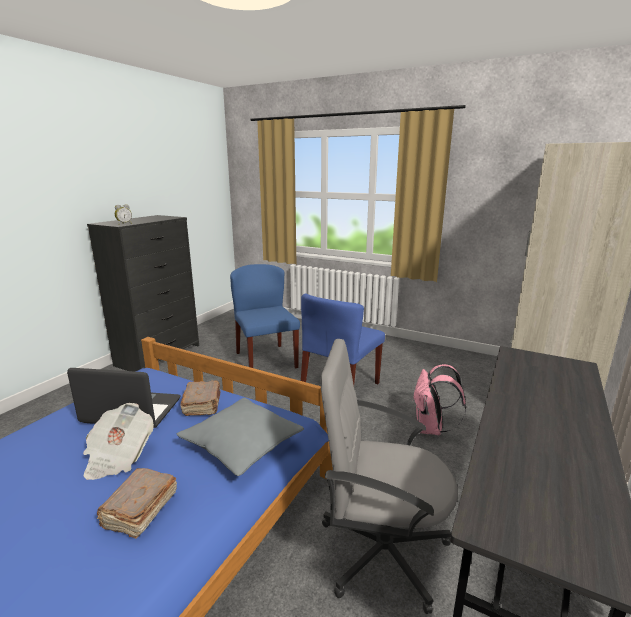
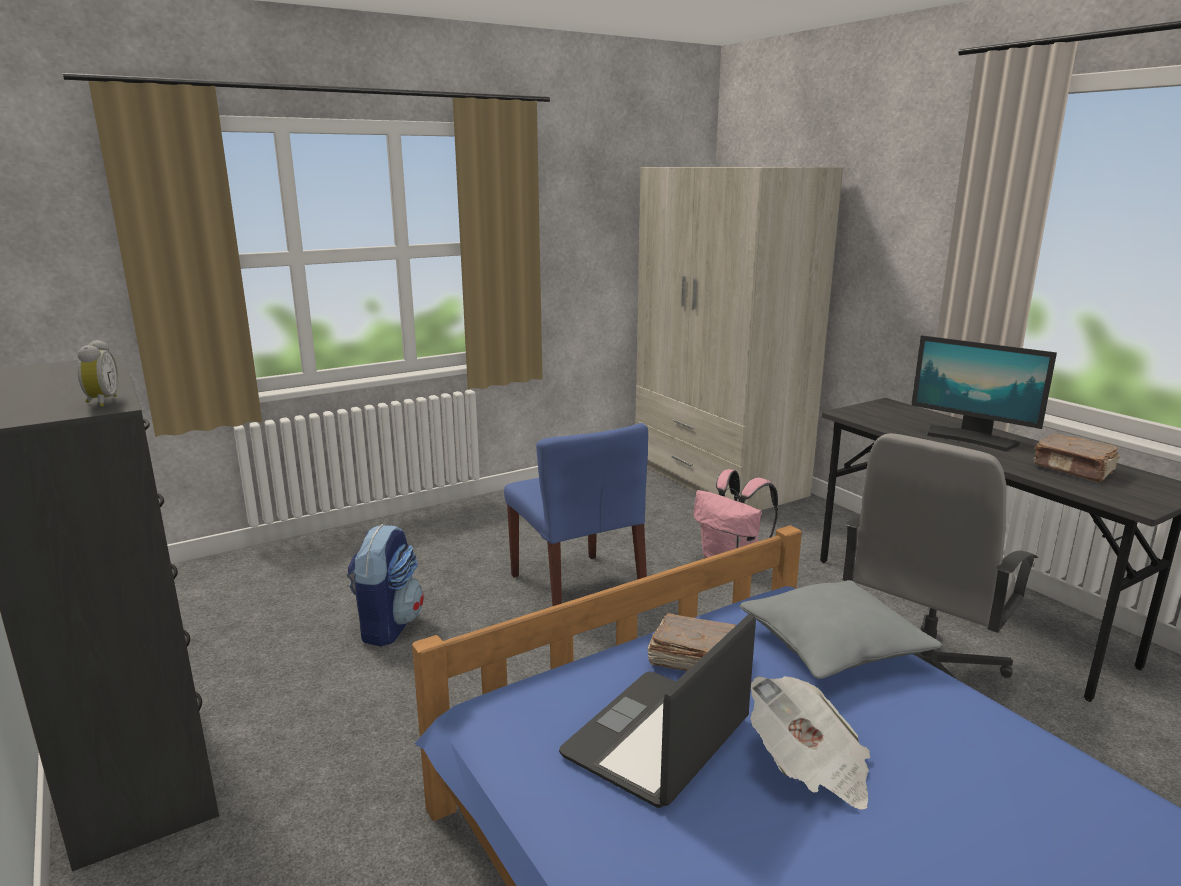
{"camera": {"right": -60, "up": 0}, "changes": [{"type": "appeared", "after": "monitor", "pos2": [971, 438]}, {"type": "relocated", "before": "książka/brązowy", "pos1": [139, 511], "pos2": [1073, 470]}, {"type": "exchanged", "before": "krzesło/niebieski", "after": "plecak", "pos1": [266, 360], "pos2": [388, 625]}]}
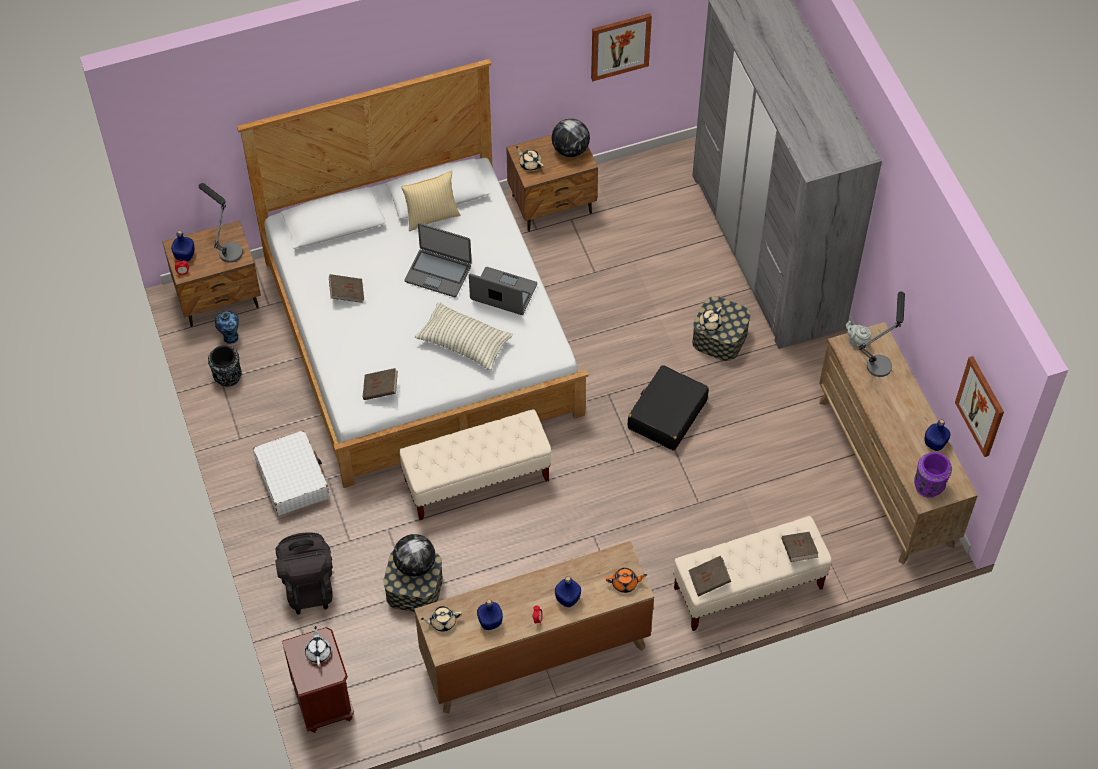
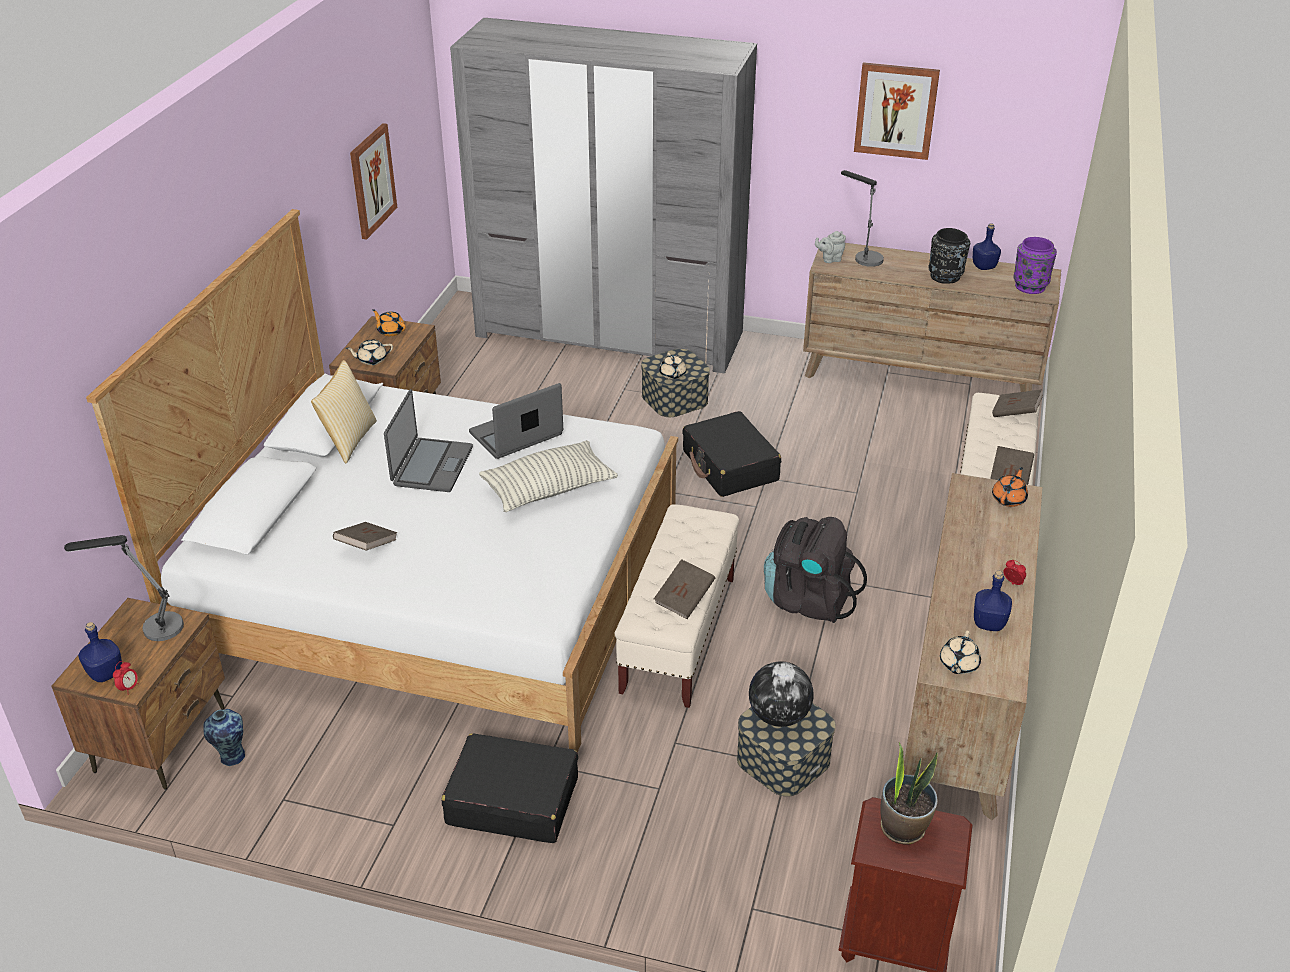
{"camera": {"right": -55, "up": -20}, "changes": [{"type": "missing", "before": "butelka/niebieski", "pos1": [567, 598]}, {"type": "relocated", "before": "wazon/czarny", "pos1": [227, 377], "pos2": [945, 277]}, {"type": "relocated", "before": "plecak/czarny", "pos1": [308, 584], "pos2": [808, 600]}, {"type": "relocated", "before": "książka/brązowy", "pos1": [380, 389], "pos2": [684, 599]}, {"type": "relocated", "before": "obraz", "pos1": [981, 406], "pos2": [896, 110]}, {"type": "exchanged", "before": "imbryk/biały", "after": "roślina doniczkowa", "pos1": [318, 652], "pos2": [903, 827]}, {"type": "exchanged", "before": "globus", "after": "imbryk/pomarańczowy", "pos1": [570, 149], "pos2": [390, 331]}, {"type": "colour", "before": "walizka/biały", "after": "walizka/czarny", "pos1": [292, 479], "pos2": [512, 800]}, {"type": "spun", "before": "laptop", "pos1": [438, 273], "pos2": [431, 466], "turn": -45}]}
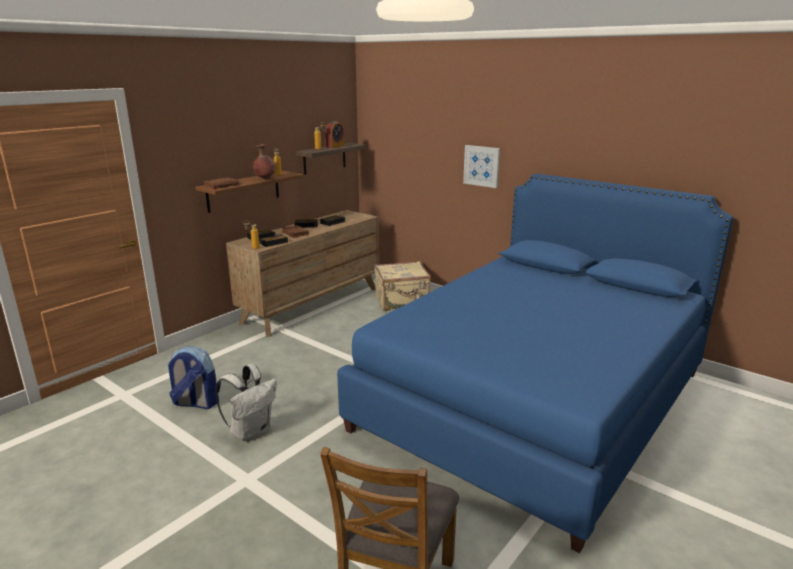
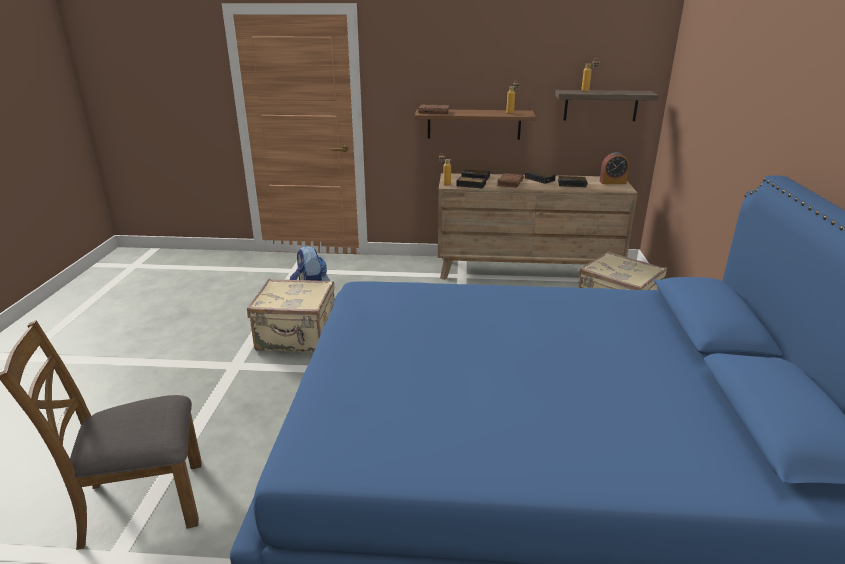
{"camera": {"right": 55, "up": 5}, "changes": [{"type": "missing", "before": "wazon/brązowy", "pos1": [265, 179]}, {"type": "missing", "before": "obraz", "pos1": [482, 166]}, {"type": "relocated", "before": "budzik", "pos1": [335, 146], "pos2": [612, 182]}, {"type": "exchanged", "before": "plecak/biały", "after": "walizka/beżowy", "pos1": [251, 431], "pos2": [297, 338]}]}
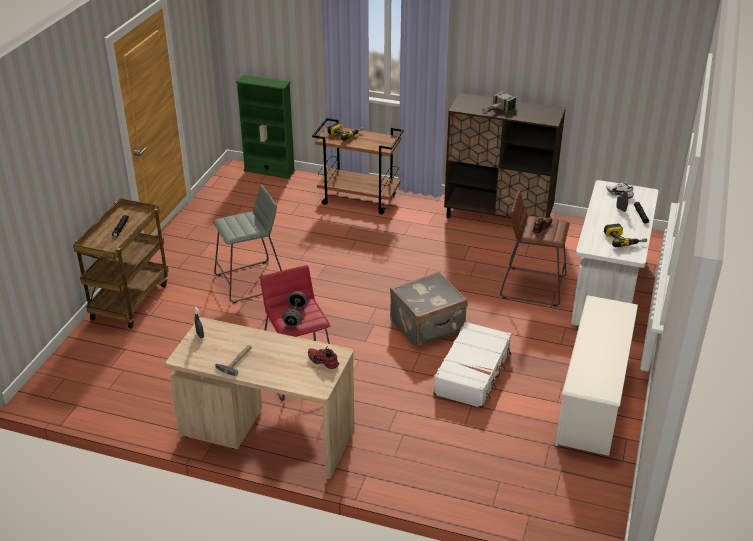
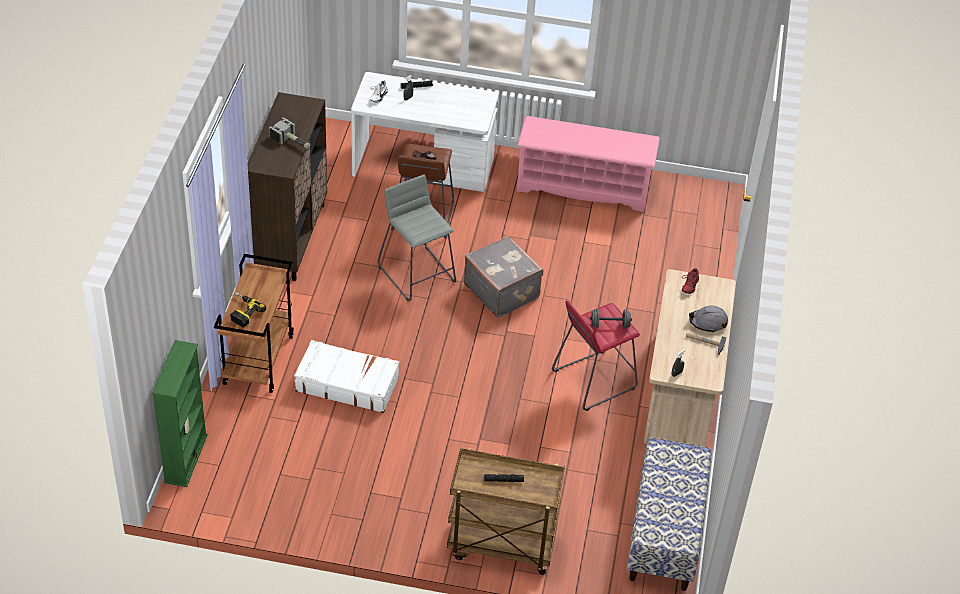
{"camera": {"right": -100, "up": 10}, "changes": [{"type": "missing", "before": "wiertarka", "pos1": [624, 240]}, {"type": "appeared", "after": "ławka", "pos2": [665, 534]}, {"type": "appeared", "after": "kask/szary", "pos2": [708, 322]}, {"type": "relocated", "before": "stołek/szary", "pos1": [250, 282], "pos2": [417, 273]}, {"type": "relocated", "before": "walizka/biały", "pos1": [473, 373], "pos2": [347, 383]}, {"type": "colour", "before": "regał na buty/biały", "after": "regał na buty/różowy", "pos1": [592, 400], "pos2": [583, 187]}]}
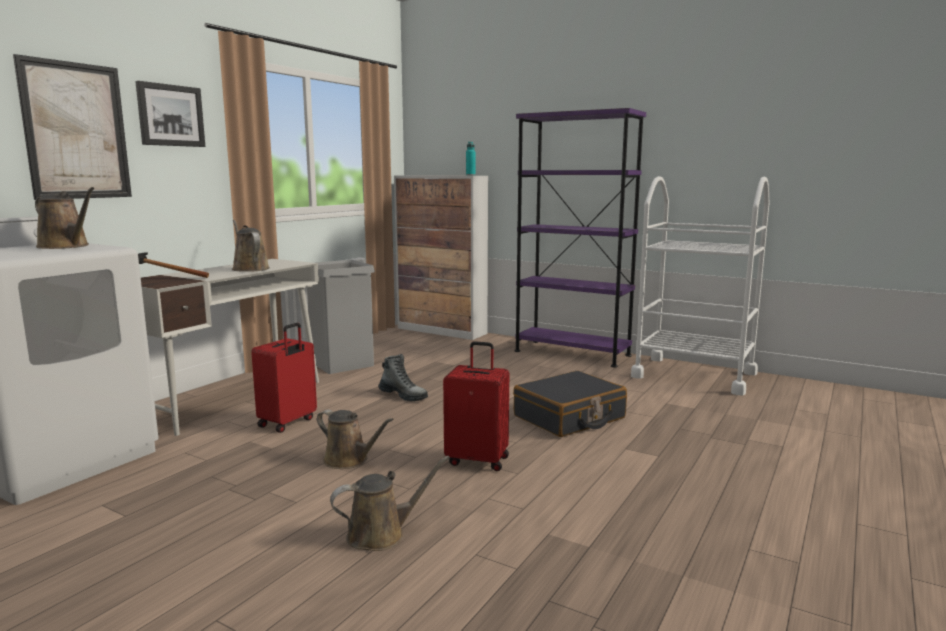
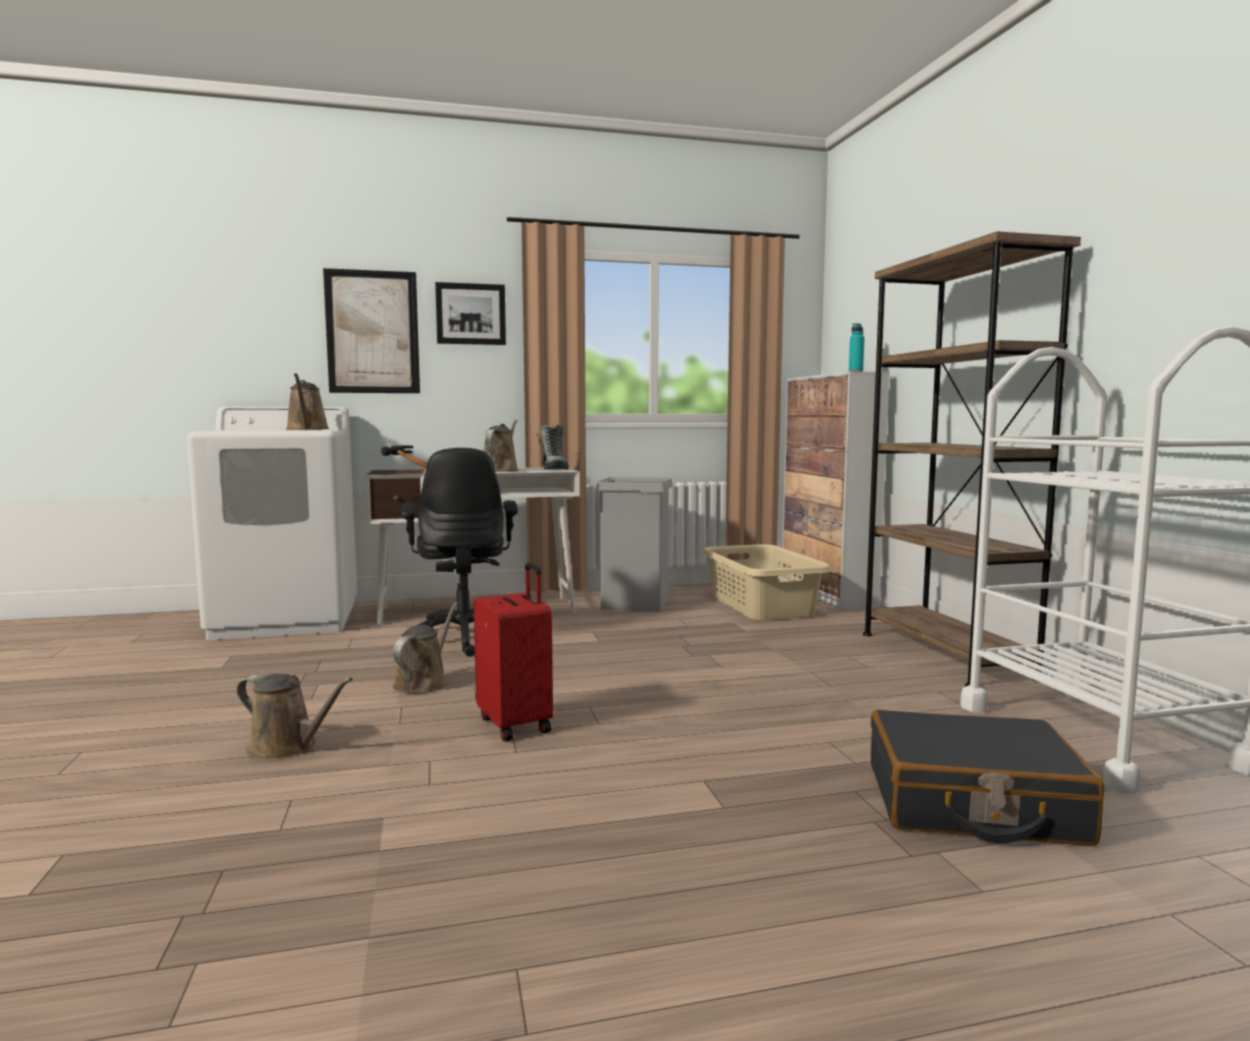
{"camera": {"right": 45, "up": -5}, "changes": [{"type": "appeared", "after": "kosz na pranie/beżowy", "pos2": [761, 606]}, {"type": "relocated", "before": "but z cholewką", "pos1": [403, 395], "pos2": [554, 469]}, {"type": "relocated", "before": "walizka/czarny", "pos1": [569, 417], "pos2": [972, 804]}, {"type": "exchanged", "before": "walizka/czerwony", "after": "krzesło biurowe/czarny", "pos1": [288, 423], "pos2": [464, 639]}, {"type": "colour", "before": "regał/fioletowy", "after": "regał/brązowy", "pos1": [572, 353], "pos2": [944, 655]}, {"type": "spun", "before": "konewka/brązowy", "pos1": [349, 460], "pos2": [423, 683], "turn": -150}]}
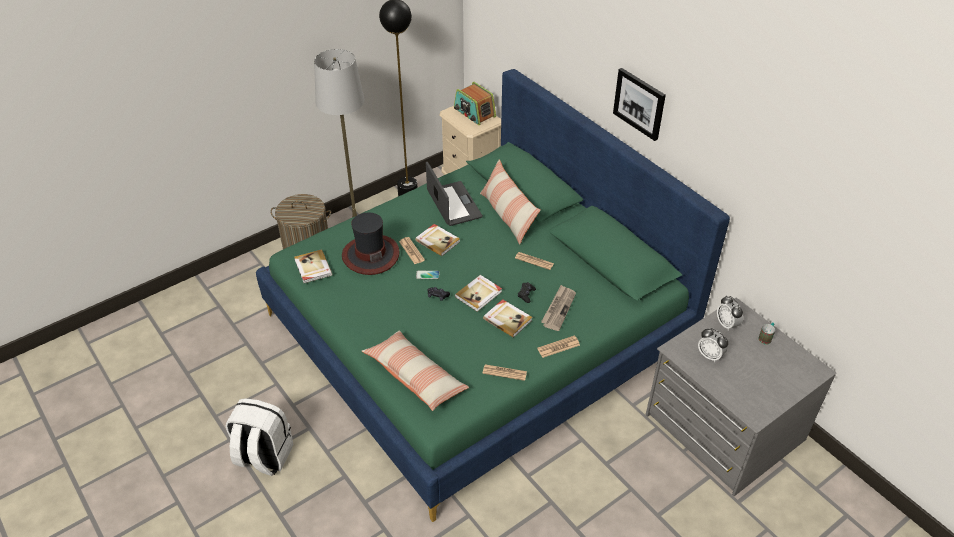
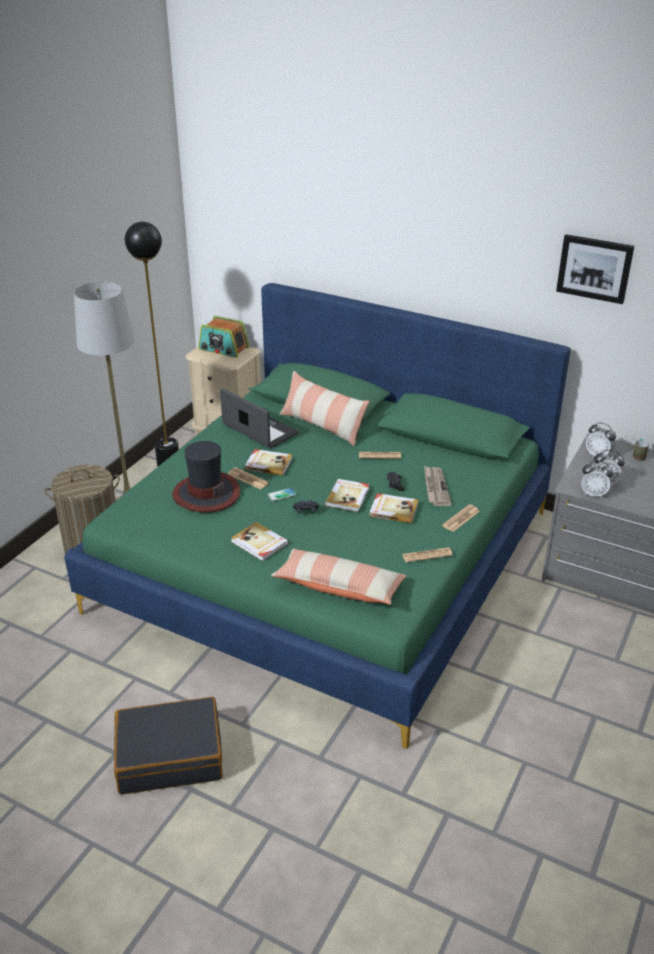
{"camera": {"right": -25, "up": -10}, "changes": [{"type": "appeared", "after": "budzik", "pos2": [593, 494]}, {"type": "relocated", "before": "książka", "pos1": [312, 268], "pos2": [259, 543]}, {"type": "relocated", "before": "obraz", "pos1": [639, 103], "pos2": [594, 268]}, {"type": "exchanged", "before": "plecak/biały", "after": "walizka/czarny", "pos1": [263, 456], "pos2": [170, 756]}]}
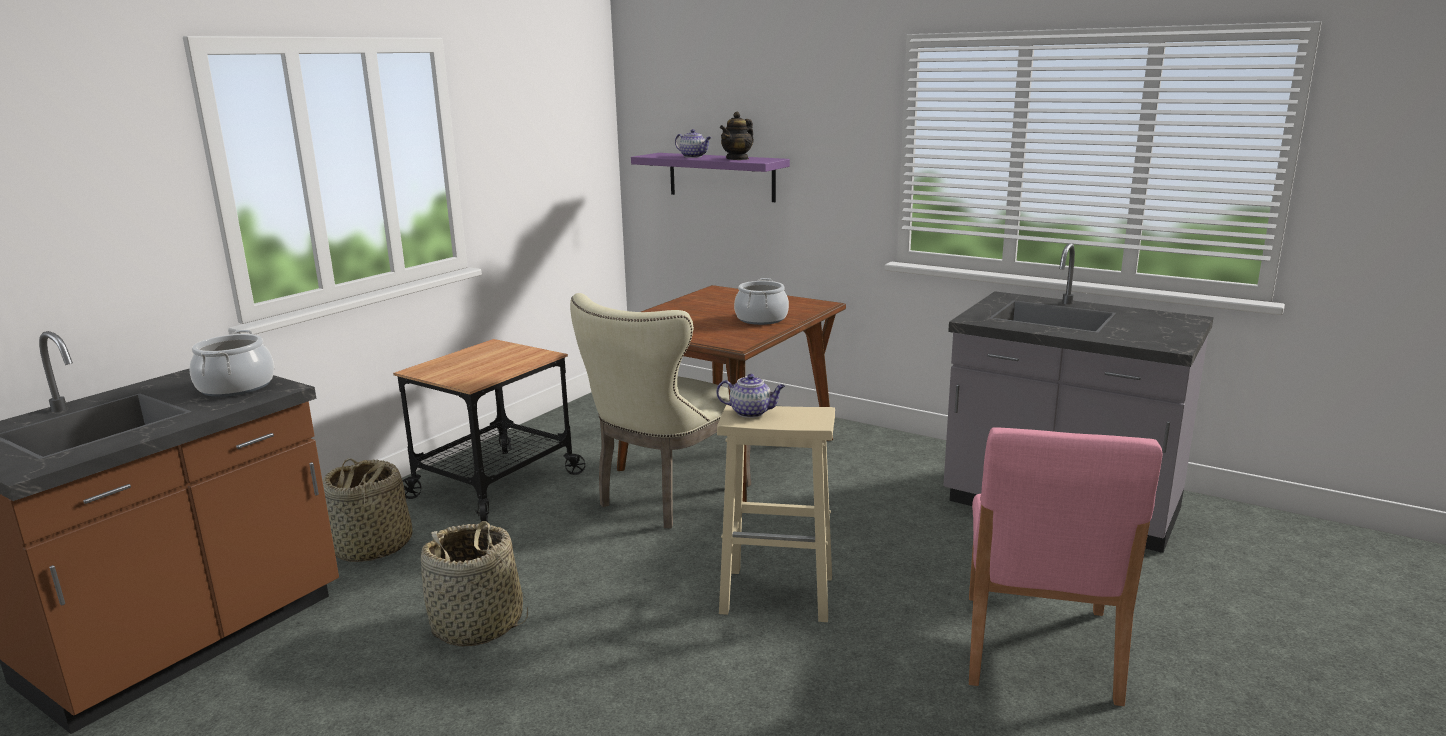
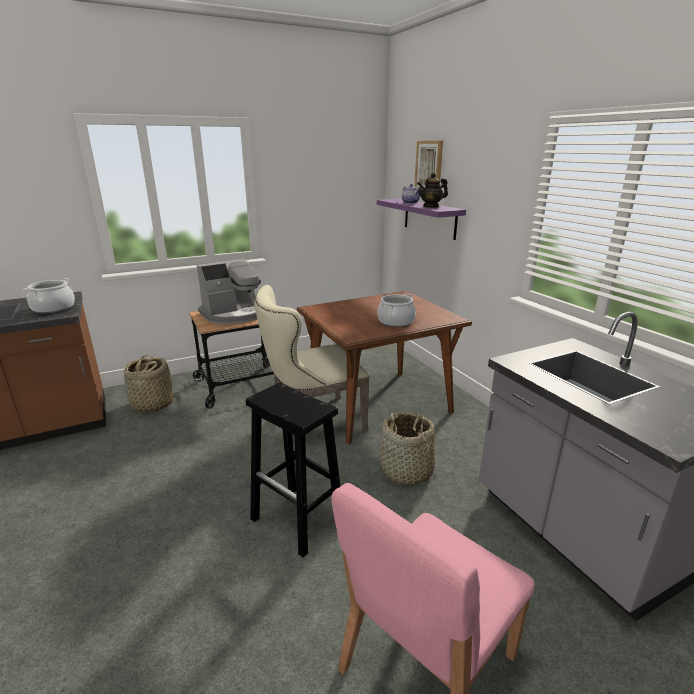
{"camera": {"right": 30, "up": 5}, "changes": [{"type": "missing", "before": "imbryk", "pos1": [751, 412]}, {"type": "appeared", "after": "ekspres do kawy", "pos2": [233, 315]}, {"type": "appeared", "after": "obraz", "pos2": [429, 166]}, {"type": "relocated", "before": "koszyk", "pos1": [478, 625], "pos2": [406, 471]}, {"type": "colour", "before": "stołek/beżowy", "after": "stołek/czarny", "pos1": [779, 594], "pos2": [298, 520]}]}
